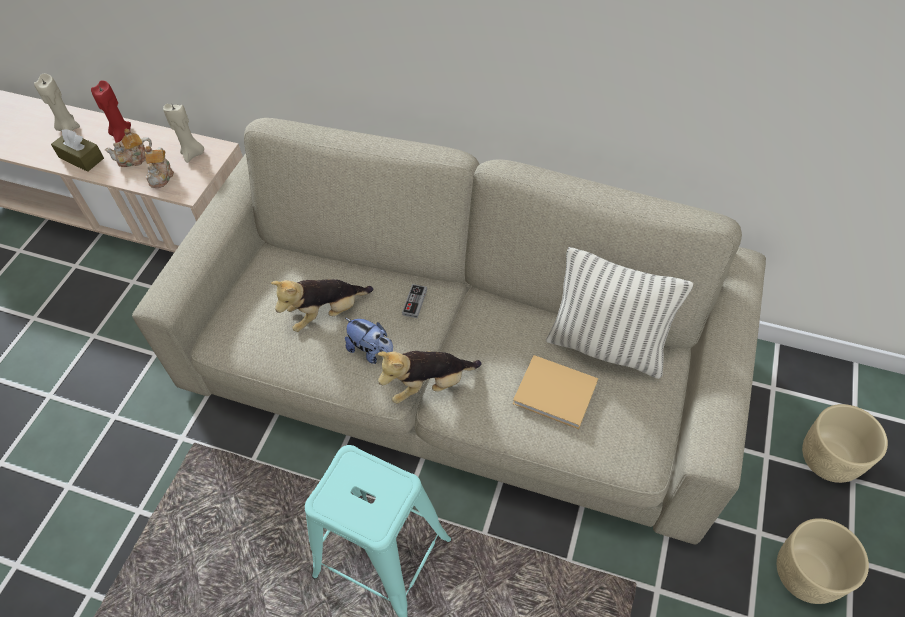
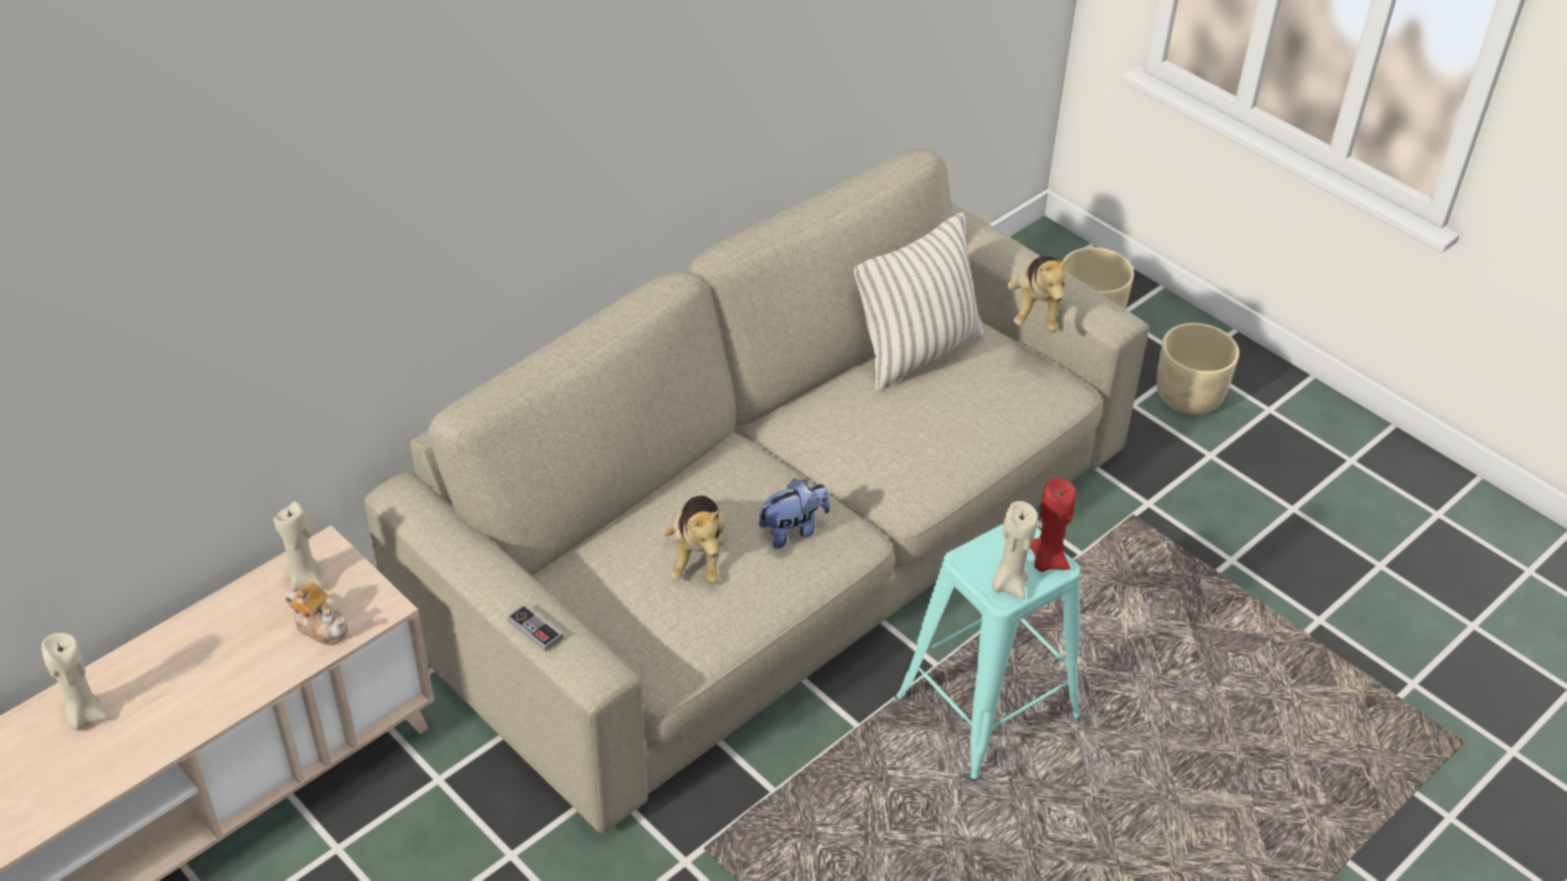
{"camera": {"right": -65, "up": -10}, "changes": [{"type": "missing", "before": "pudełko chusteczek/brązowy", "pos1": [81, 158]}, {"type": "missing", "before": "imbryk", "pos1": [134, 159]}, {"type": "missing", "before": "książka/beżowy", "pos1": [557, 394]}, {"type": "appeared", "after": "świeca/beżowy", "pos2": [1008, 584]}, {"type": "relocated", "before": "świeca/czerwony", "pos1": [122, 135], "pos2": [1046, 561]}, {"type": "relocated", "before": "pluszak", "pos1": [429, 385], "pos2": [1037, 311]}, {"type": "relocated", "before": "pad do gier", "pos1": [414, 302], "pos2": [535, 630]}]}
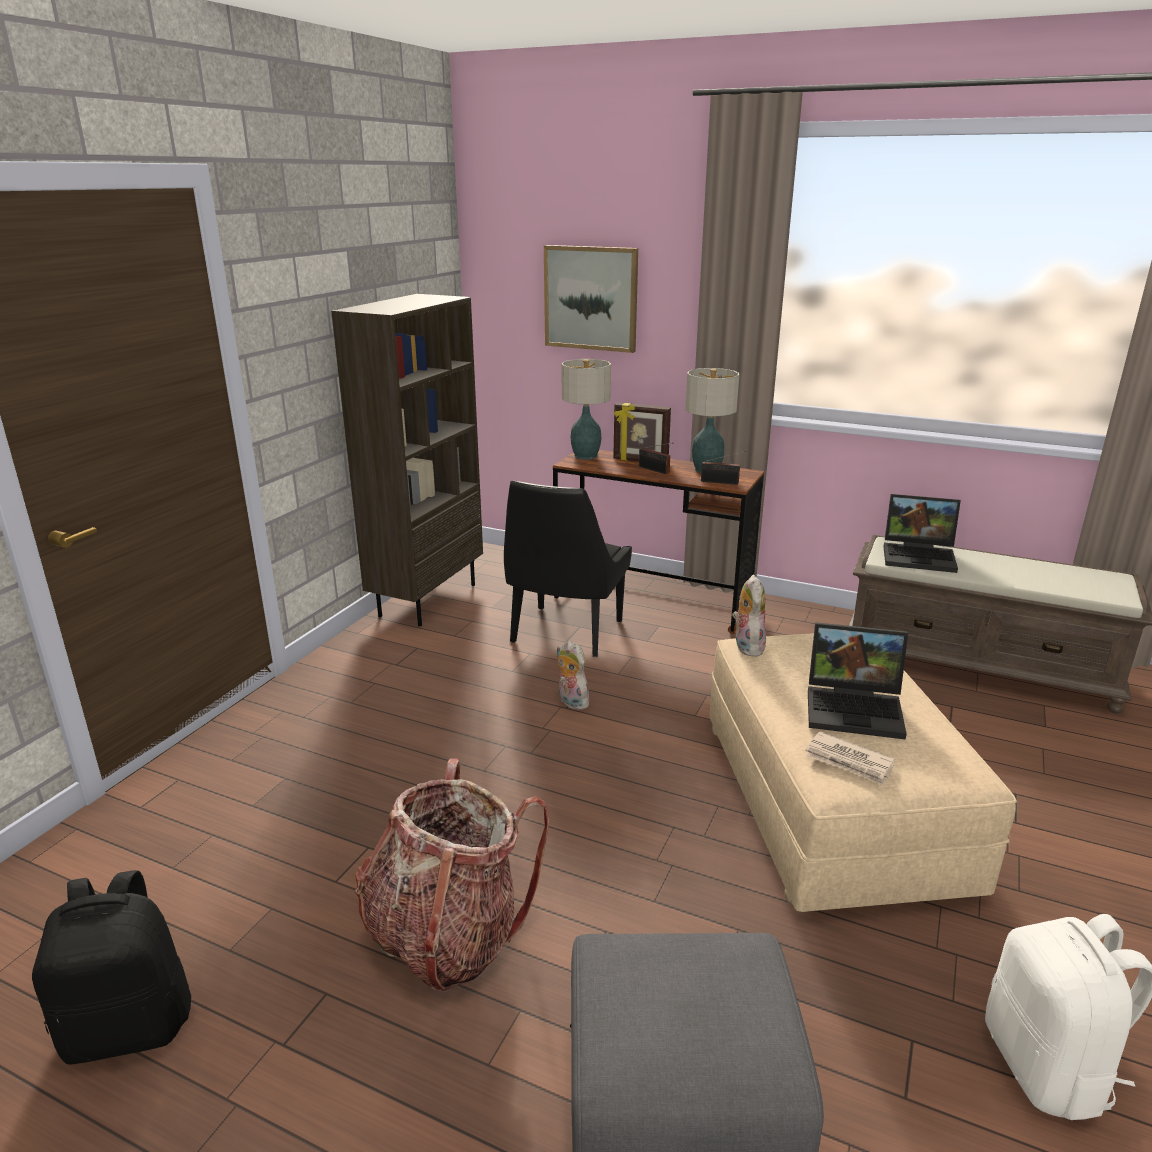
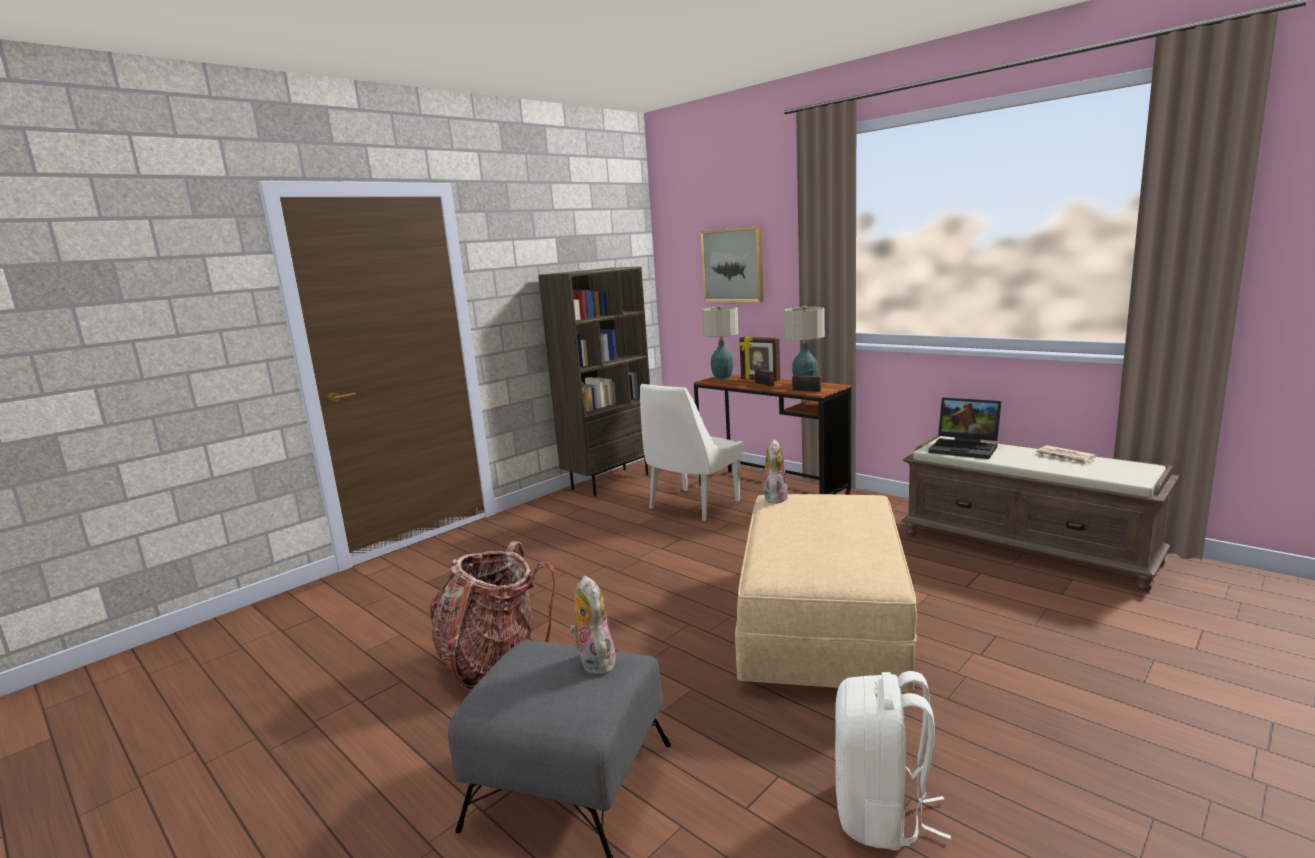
{"camera": {"right": 20, "up": -10}, "changes": [{"type": "missing", "before": "plecak/czarny", "pos1": [130, 1025]}, {"type": "missing", "before": "laptop", "pos1": [856, 708]}, {"type": "relocated", "before": "pluszak", "pos1": [571, 702], "pos2": [593, 662]}, {"type": "relocated", "before": "gazeta", "pos1": [849, 761], "pos2": [1065, 457]}, {"type": "colour", "before": "krzesło/czarny", "after": "krzesło/biały", "pos1": [565, 633], "pos2": [692, 505]}]}
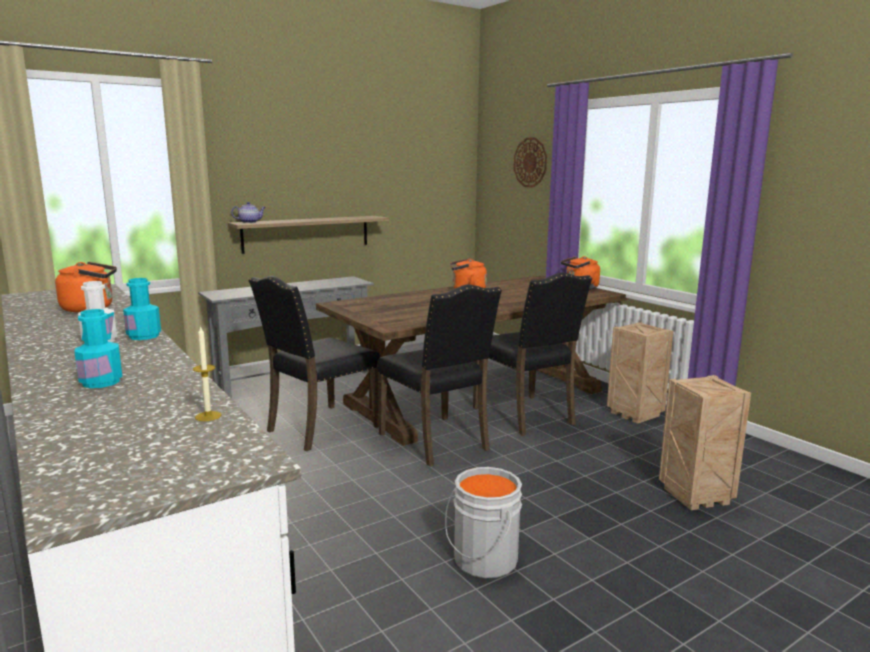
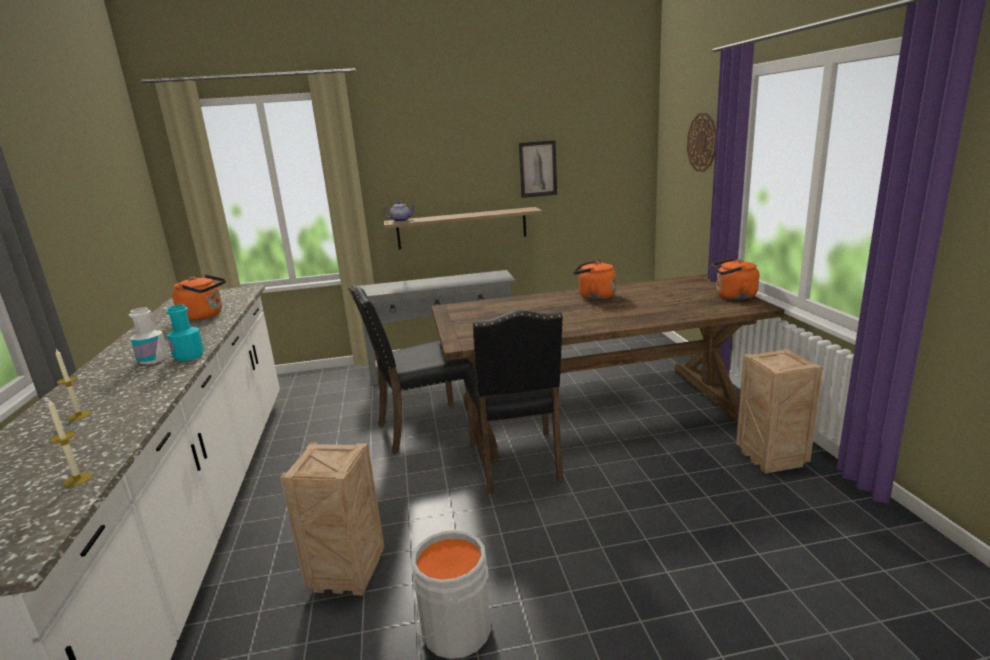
{"camera": {"right": 25, "up": 5}, "changes": [{"type": "missing", "before": "krzesło/czarny", "pos1": [526, 416]}, {"type": "appeared", "after": "obraz", "pos2": [538, 169]}, {"type": "relocated", "before": "skrzynka", "pos1": [695, 497], "pos2": [345, 575]}, {"type": "exchanged", "before": "butelka/turkusowy", "after": "świeca", "pos1": [101, 382], "pos2": [79, 415]}]}
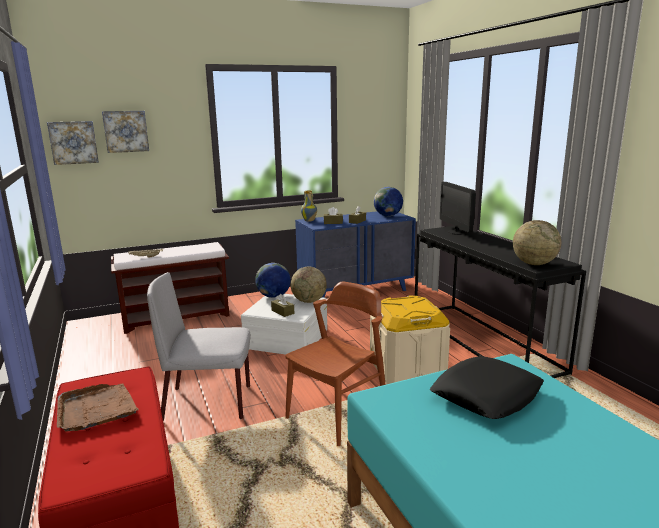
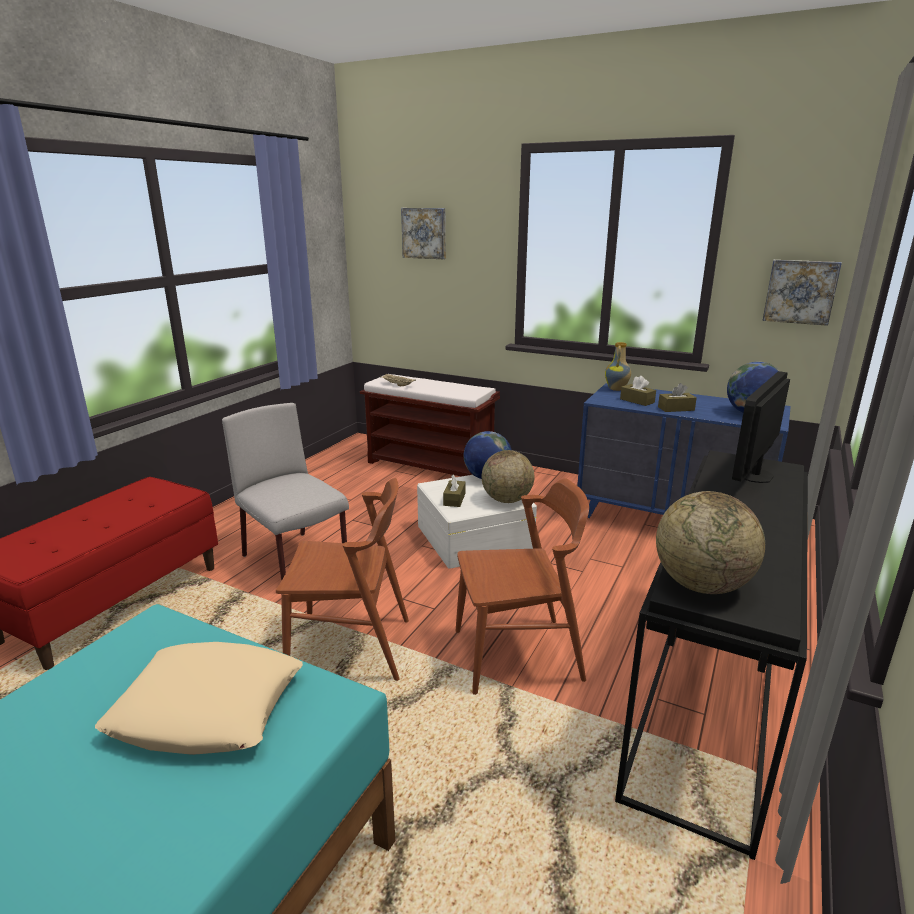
{"camera": {"right": 50, "up": 5}, "changes": [{"type": "missing", "before": "taca/brązowy", "pos1": [96, 409]}, {"type": "relocated", "before": "obraz", "pos1": [73, 142], "pos2": [800, 291]}, {"type": "exchanged", "before": "pojemnik do przechowywania/beżowy", "after": "krzesło/brązowy", "pos1": [407, 369], "pos2": [518, 654]}, {"type": "colour", "before": "poduszka/czarny", "after": "poduszka/beżowy", "pos1": [486, 395], "pos2": [208, 708]}]}
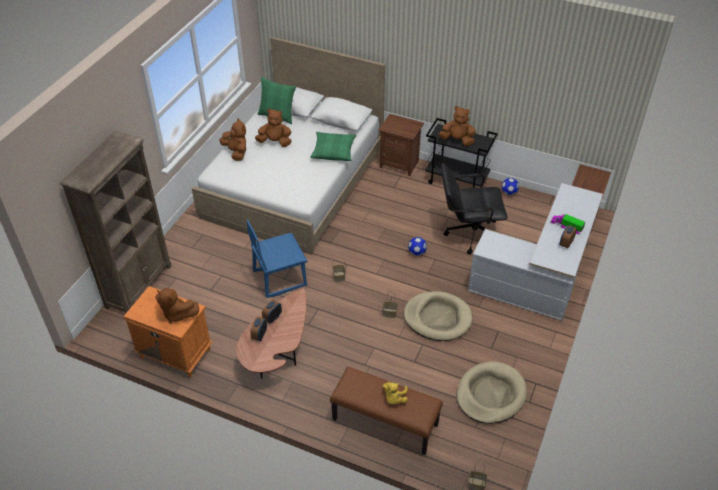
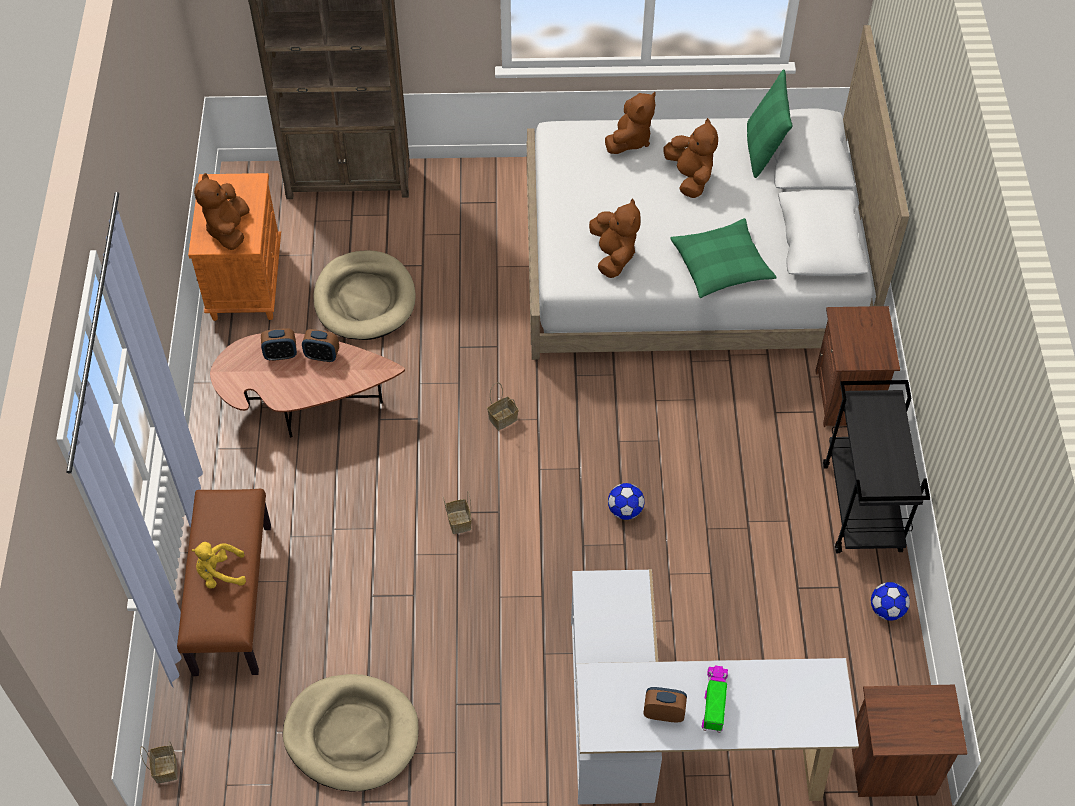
{"camera": {"right": 65, "up": 10}, "changes": [{"type": "missing", "before": "krzesło/niebieski", "pos1": [279, 278]}, {"type": "missing", "before": "krzesło biurowe/czarny", "pos1": [468, 233]}, {"type": "relocated", "before": "legowisko/beżowy", "pos1": [437, 318], "pos2": [365, 299]}, {"type": "relocated", "before": "pluszak/brązowy", "pos1": [457, 140], "pos2": [613, 255]}]}
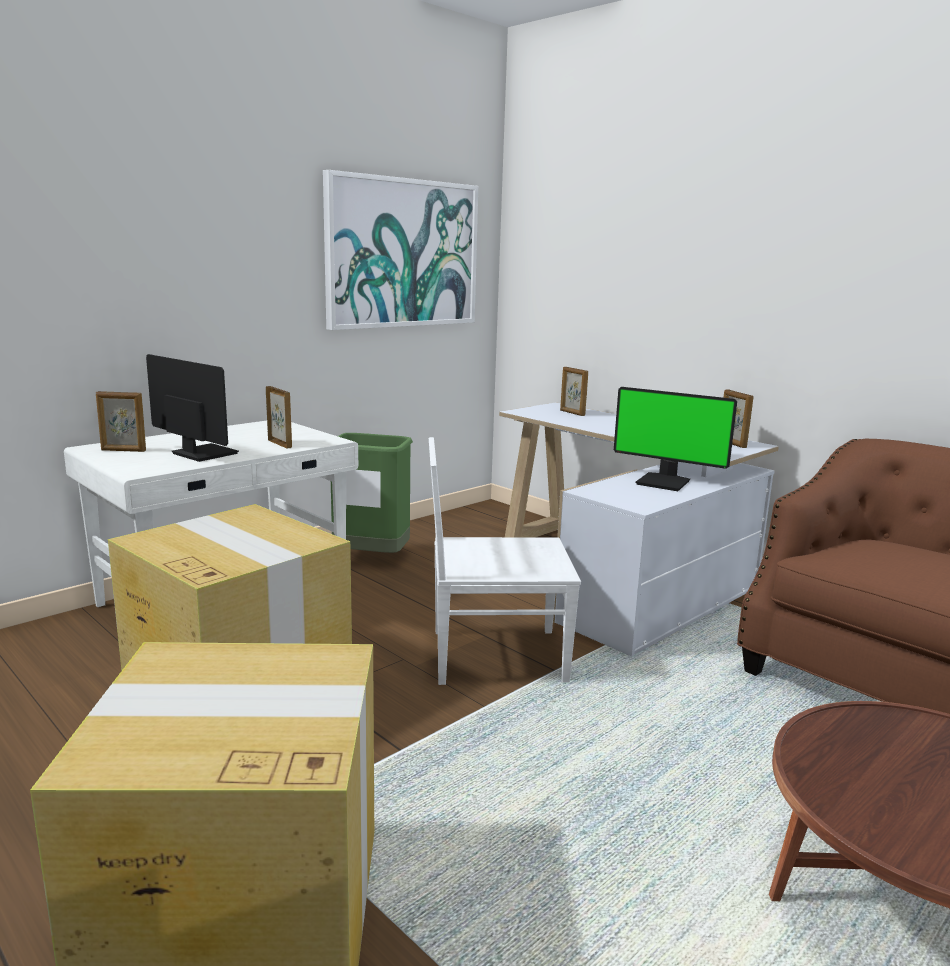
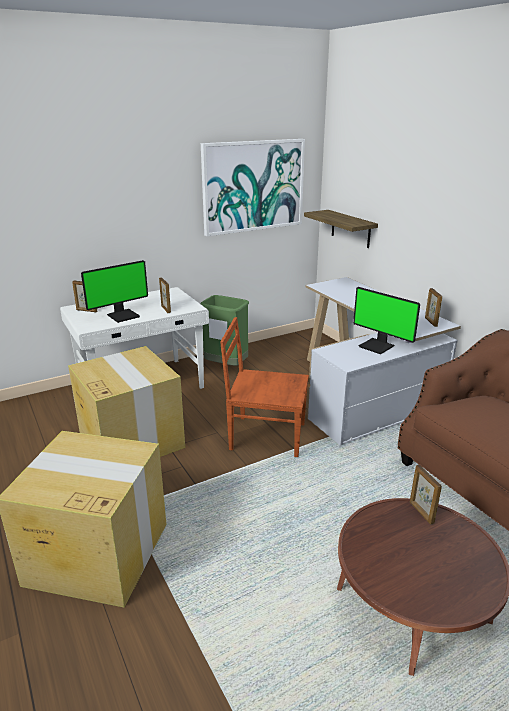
{"camera": {"right": 15, "up": 10}, "changes": [{"type": "appeared", "after": "półka", "pos2": [350, 228]}, {"type": "relocated", "before": "ramka na zdjęcie", "pos1": [572, 413], "pos2": [421, 512]}, {"type": "colour", "before": "krzesło/biały", "after": "krzesło/brązowy", "pos1": [494, 656], "pos2": [265, 436]}, {"type": "spun", "before": "monitor", "pos1": [202, 454], "pos2": [123, 315], "turn": 90}]}
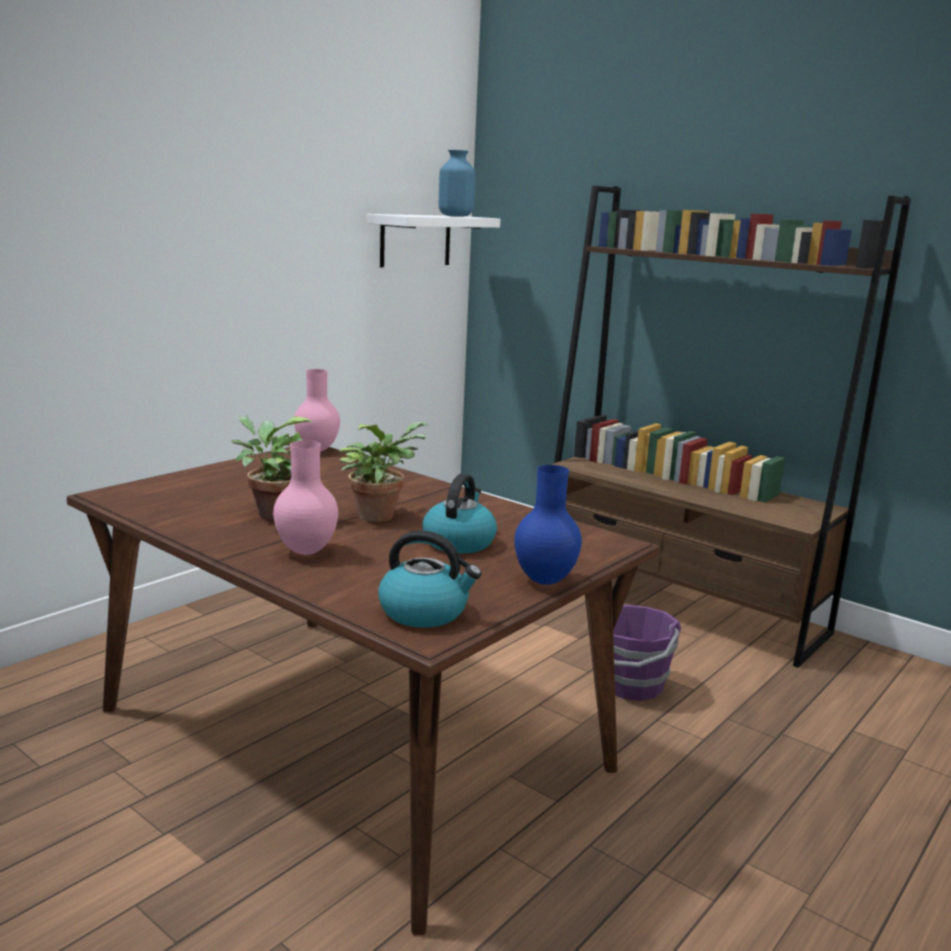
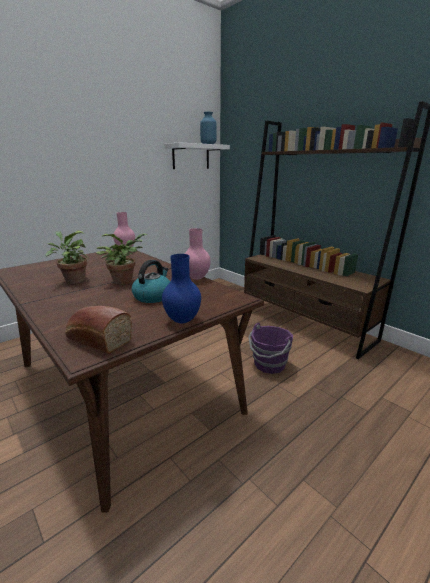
{"camera": {"right": 10, "up": 5}, "changes": [{"type": "relocated", "before": "wazon/różowy", "pos1": [307, 551], "pos2": [197, 278]}, {"type": "exchanged", "before": "czajnik", "after": "chleb", "pos1": [425, 612], "pos2": [97, 339]}]}
